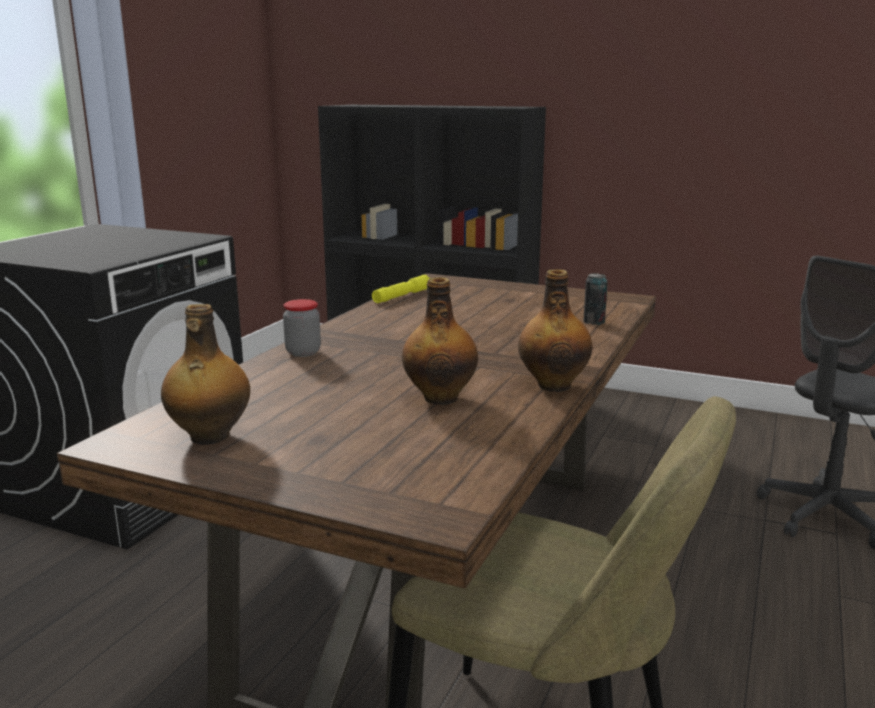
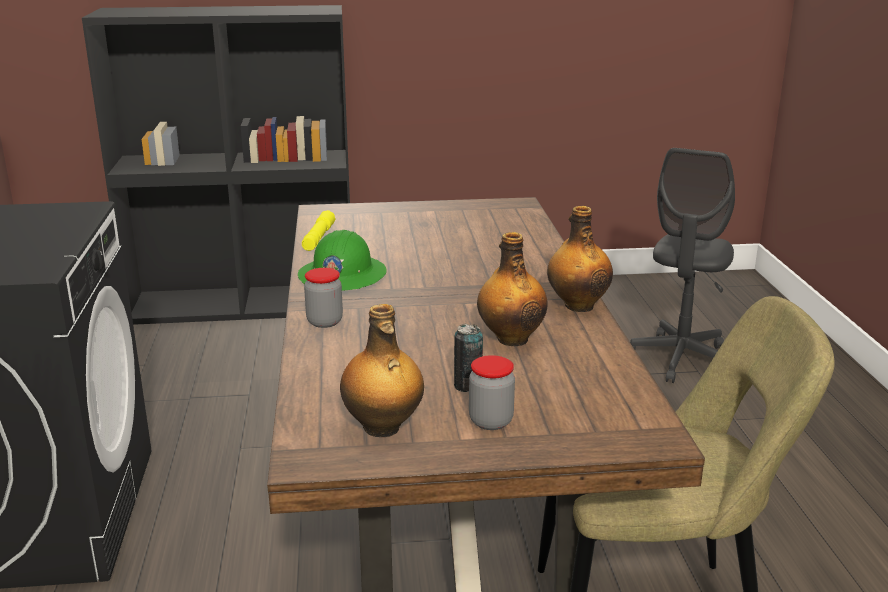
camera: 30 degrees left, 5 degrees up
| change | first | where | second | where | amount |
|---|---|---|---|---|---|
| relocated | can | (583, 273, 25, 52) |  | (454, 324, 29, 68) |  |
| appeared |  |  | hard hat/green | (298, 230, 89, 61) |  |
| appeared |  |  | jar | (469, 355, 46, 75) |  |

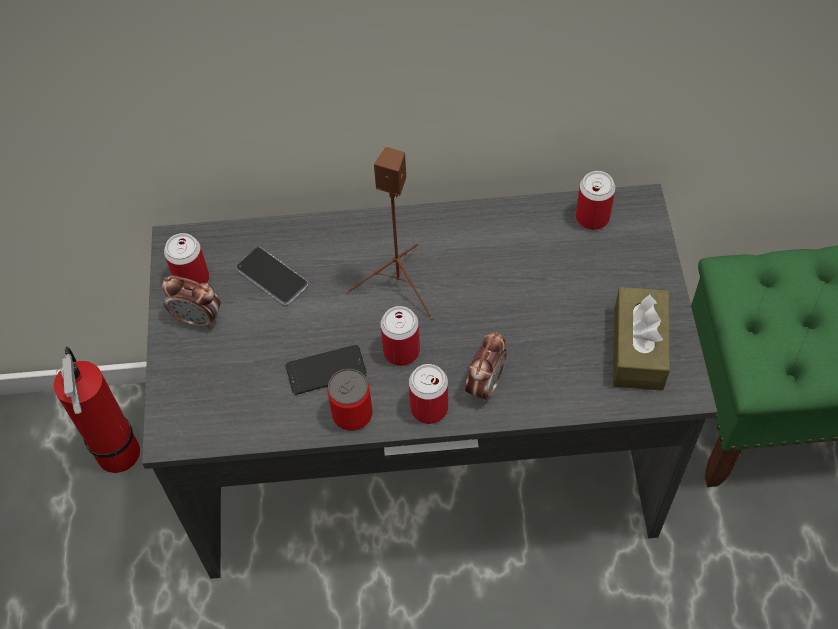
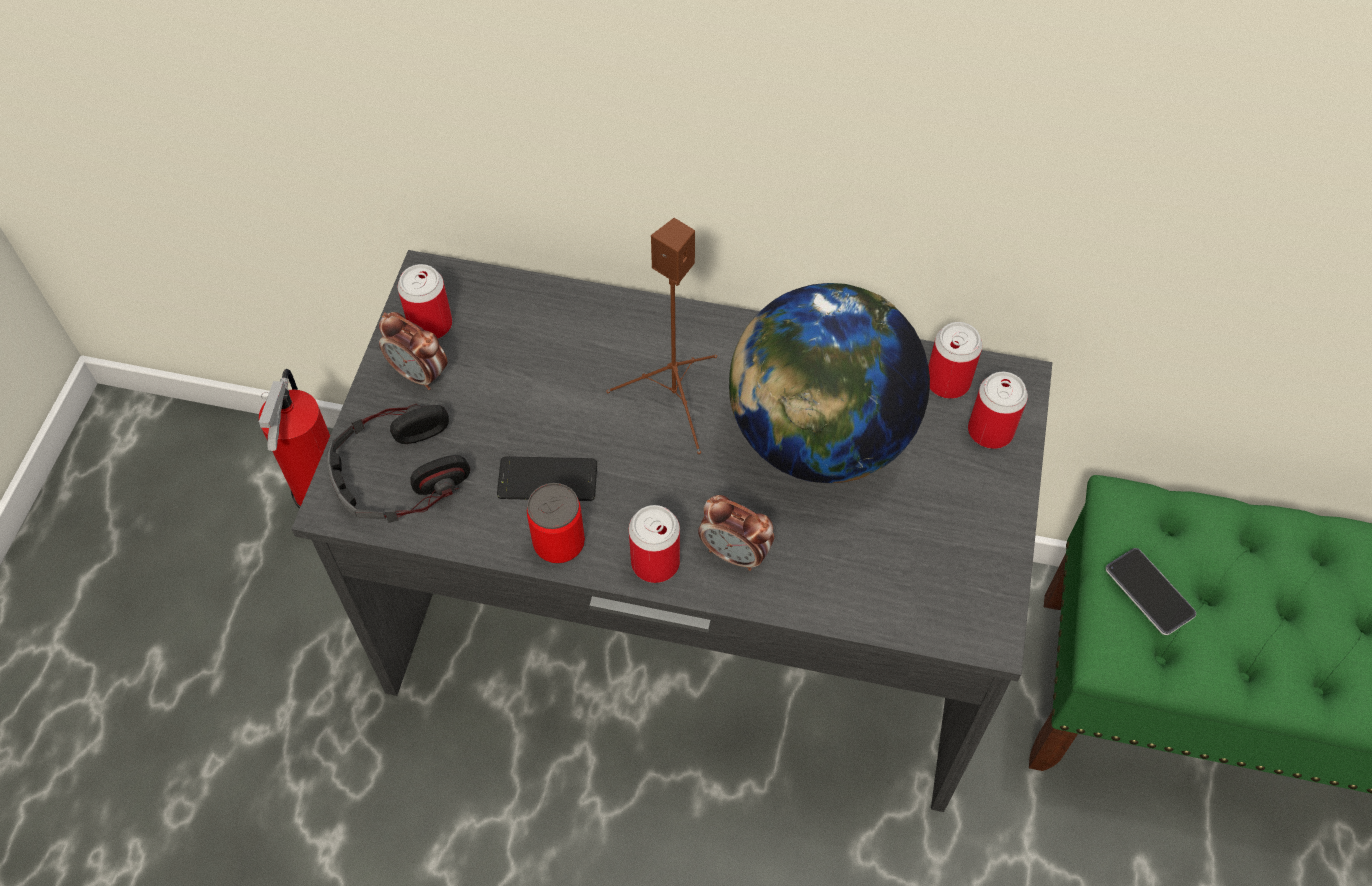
camera: 15 degrees right, 0 degrees up
| change | first | where | second | where | amount |
|---|---|---|---|---|---|
| relocated | phone | (236, 247, 72, 58) |  | (1106, 548, 90, 87) |  |
| missing | tissue box/brown | (613, 287, 57, 104) |  |  |  |
| relocated | can | (380, 306, 40, 60) |  | (968, 372, 60, 77) |  |
| spun | alarm clock | (465, 332, 42, 70) |  | (698, 495, 76, 76) | 75 degrees clockwise |
| appeared |  |  | globe | (729, 283, 201, 200) |  |
| appeared |  |  | headphones | (327, 403, 143, 120) |  |

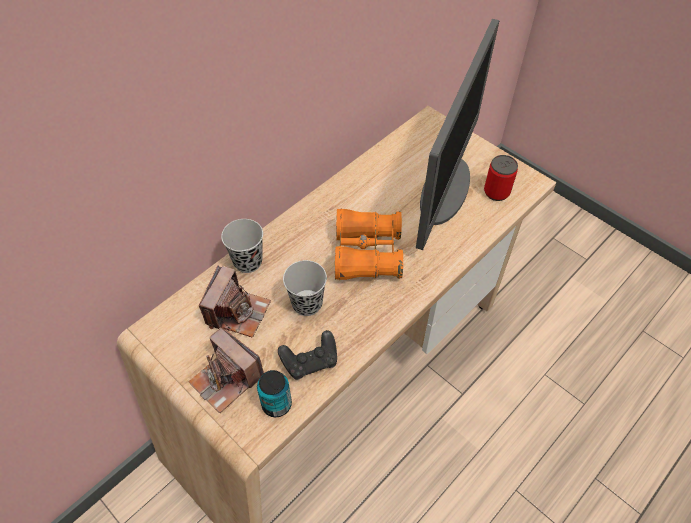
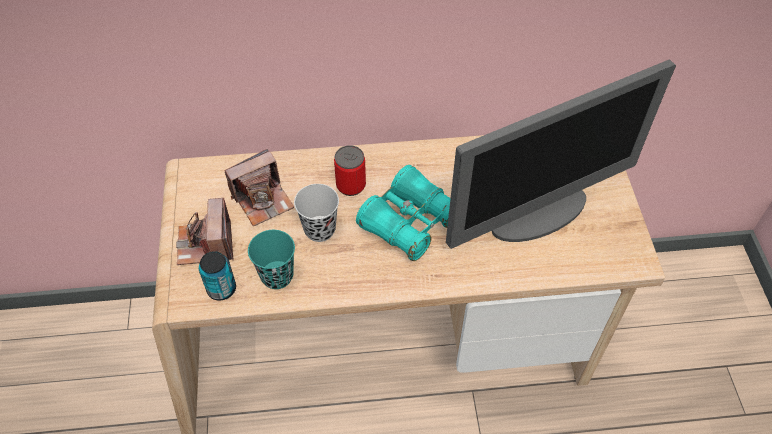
camera: 40 degrees right, 0 degrees up
| change | first | where | second | where | amount |
|---|---|---|---|---|---|
| relocated | can | (484, 155, 34, 46) |  | (334, 145, 32, 51) |  |
| colour | binoculars/orange | (335, 208, 68, 72) | binoculars/turquoise | (356, 165, 94, 96) |  |
| missing | cup/black | (221, 219, 42, 54) |  |  |  |
| exchanged | game controller/black | (278, 330, 59, 50) | cup/turquoise | (248, 230, 47, 59) |  |

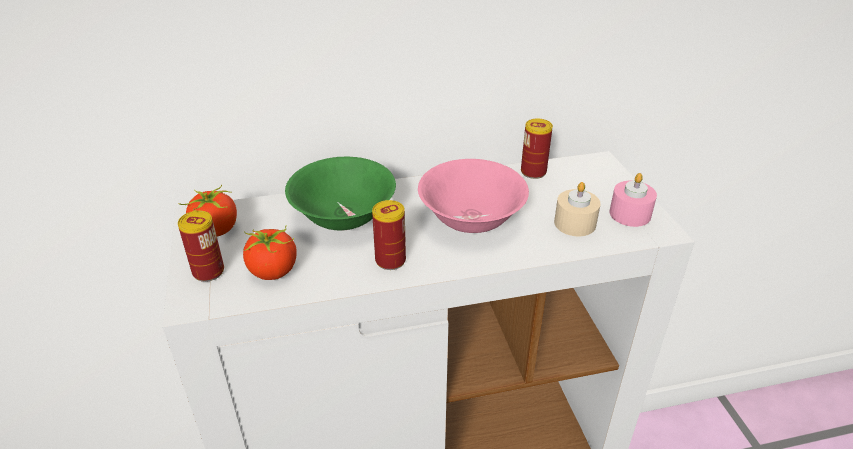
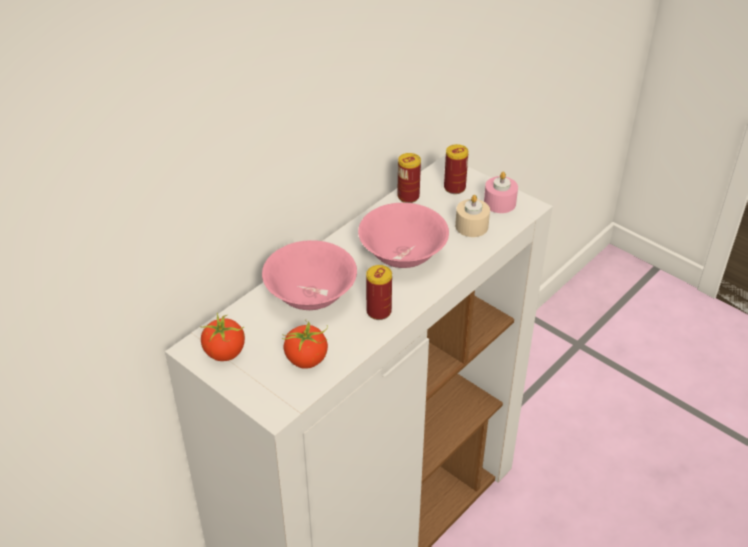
camera: 35 degrees left, 5 degrees up
| change | first | where | second | where | amount |
|---|---|---|---|---|---|
| colour | bowl/green | (285, 157, 111, 73) | bowl/pink | (262, 240, 95, 70) |  |
| relocated | can | (178, 211, 46, 71) |  | (444, 144, 25, 50) |  |

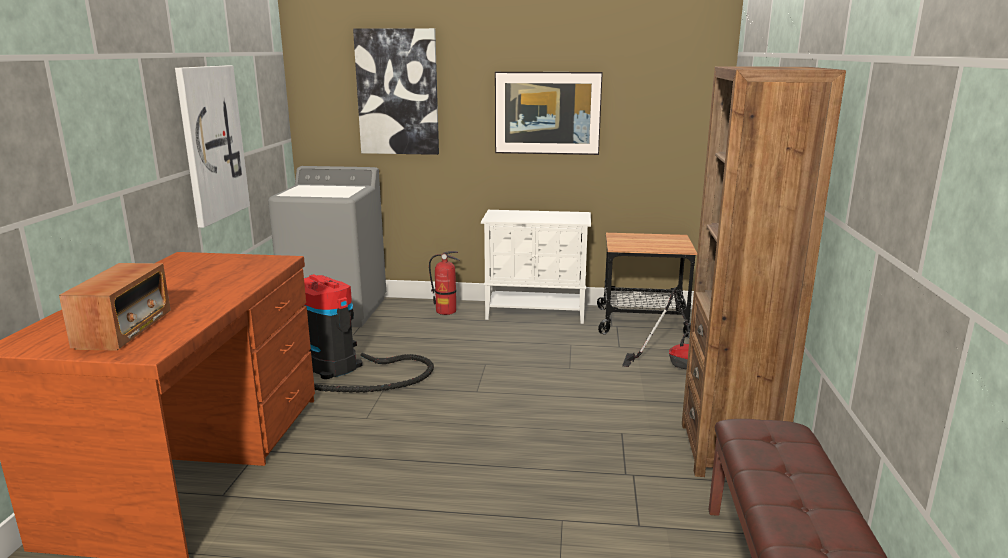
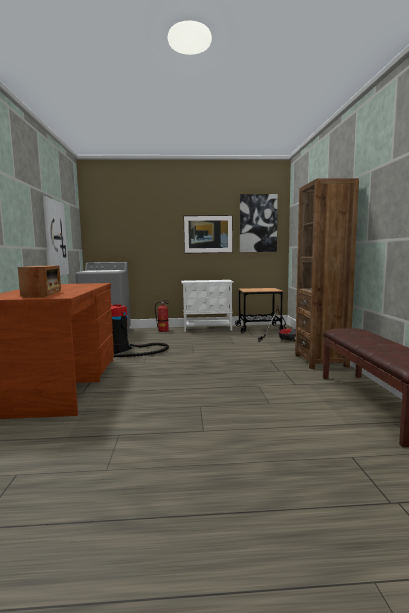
camera: 10 degrees left, 10 degrees down
| change | first | where | second | where | amount |
|---|---|---|---|---|---|
| relocated | picture | (353, 28, 86, 127) |  | (240, 194, 38, 58) |  |

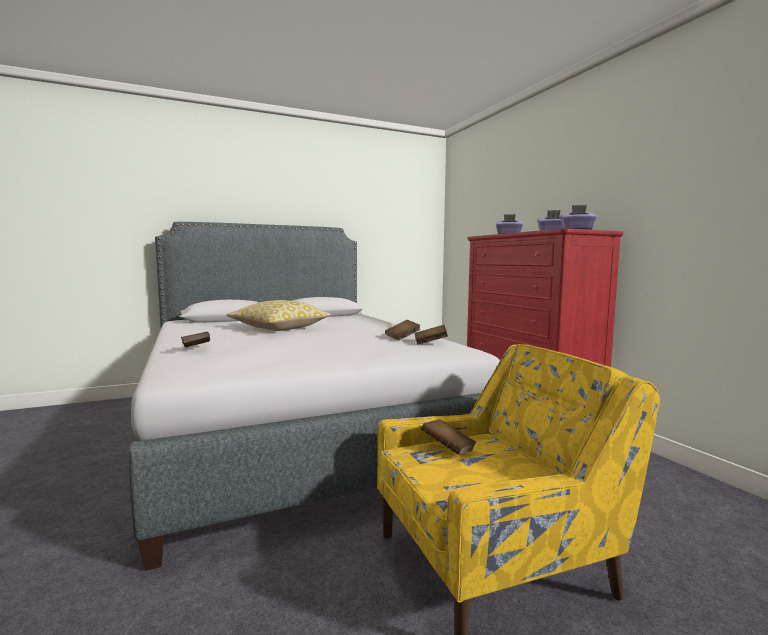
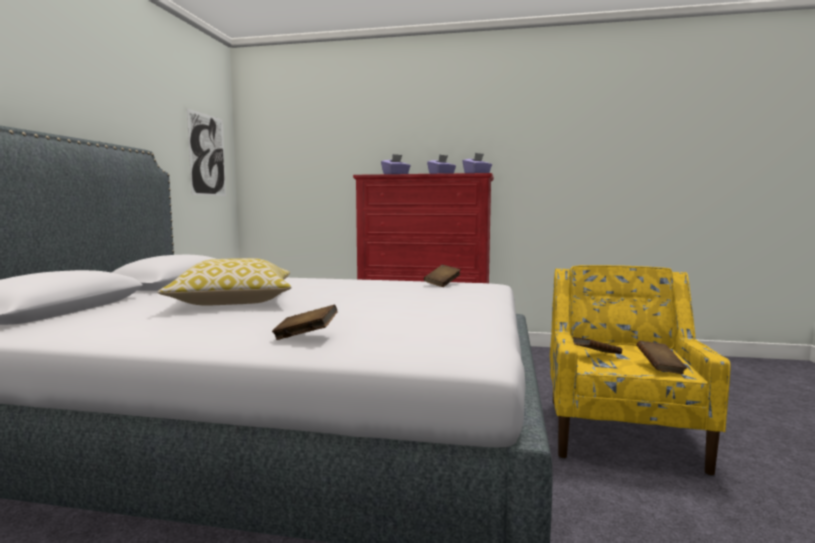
camera: 55 degrees left, 0 degrees up
| change | first | where | second | where | amount |
|---|---|---|---|---|---|
| relocated | book/brown | (385, 320, 35, 20) |  | (636, 341, 51, 33) |  |
| appeared |  |  | picture | (187, 109, 39, 87) |  |

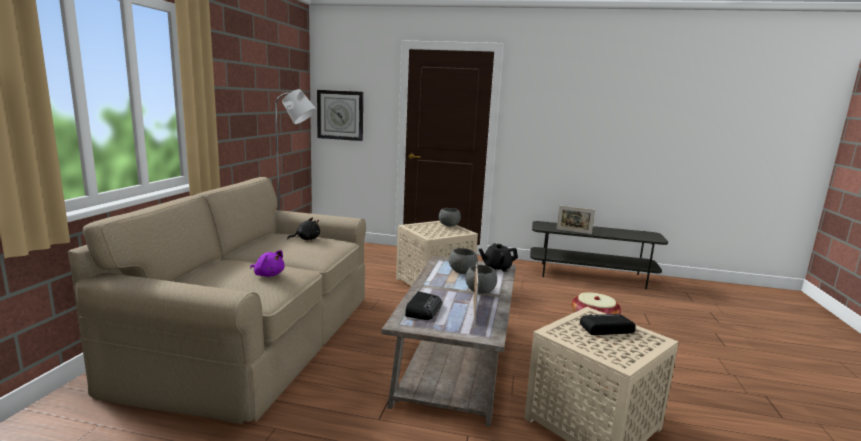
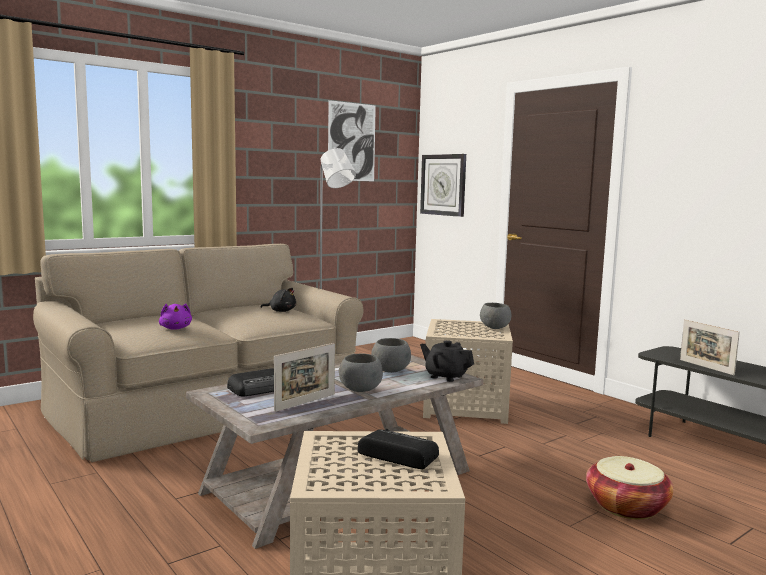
camera: 40 degrees right, 5 degrees down
| change | first | where | second | where | amount |
|---|---|---|---|---|---|
| appeared |  |  | picture | (328, 100, 48, 81) |  |

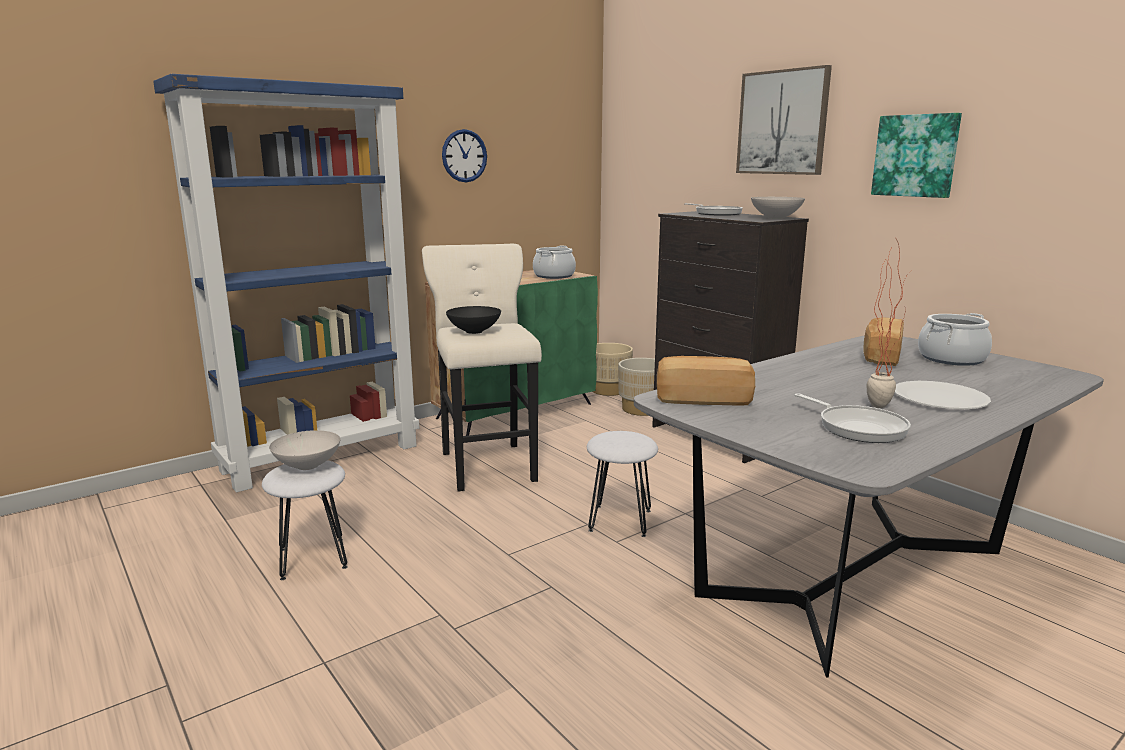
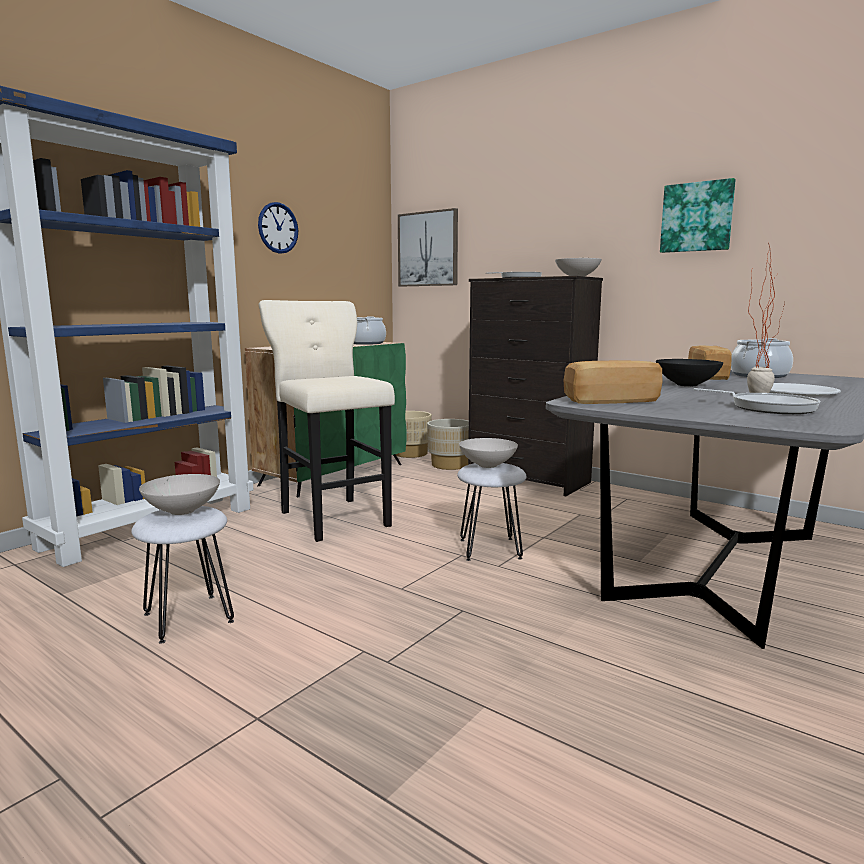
camera: 15 degrees left, 5 degrees down
| change | first | where | second | where | amount |
|---|---|---|---|---|---|
| relocated | picture | (736, 65, 96, 110) |  | (398, 208, 60, 79) |  |
| relocated | bowl/black | (446, 306, 55, 28) |  | (656, 359, 67, 27) |  |
| appeared |  |  | bowl/white | (459, 438, 59, 30) |  |

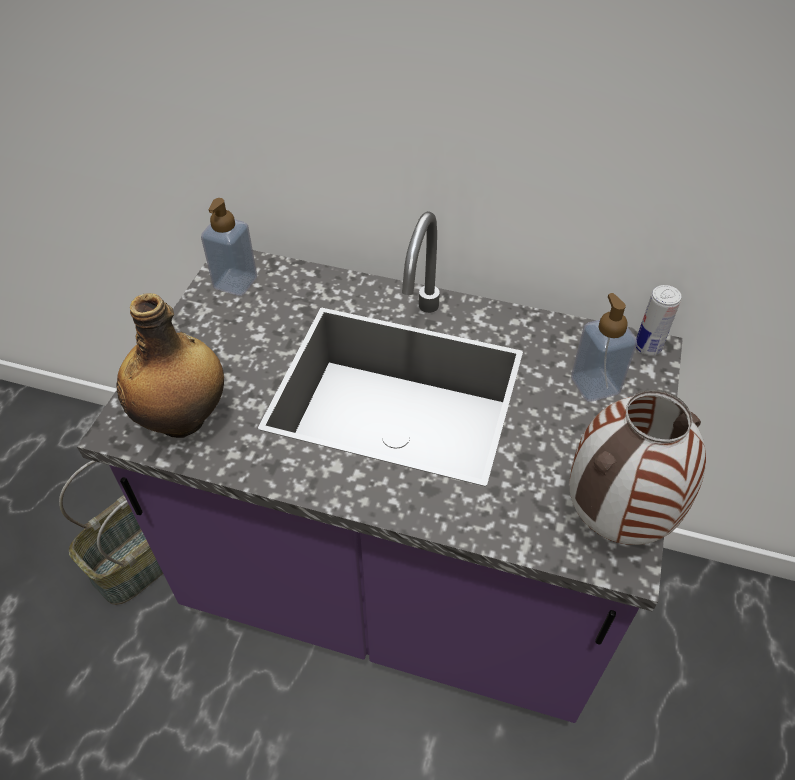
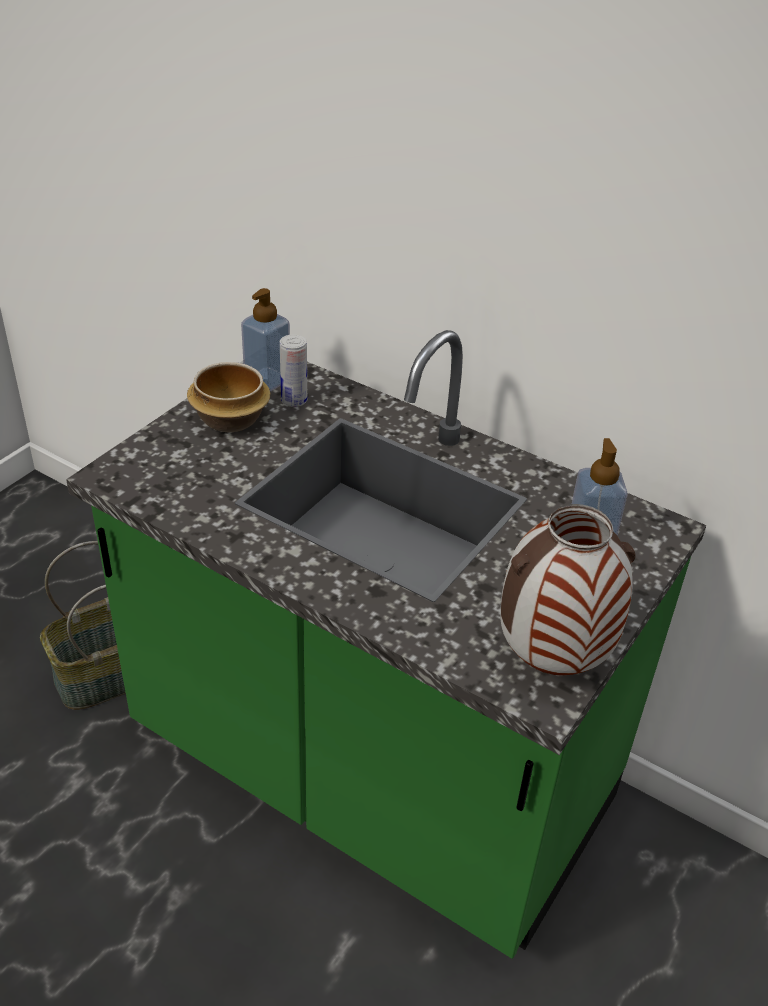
camera: 15 degrees right, 10 degrees down
| change | first | where | second | where | amount |
|---|---|---|---|---|---|
| colour | counter/purple | (77, 211, 606, 512) | counter/green | (66, 330, 640, 629) |  |
| relocated | can | (636, 285, 46, 71) |  | (280, 335, 27, 72) |  |
| missing | bottle | (116, 293, 108, 145) |  |  |  |
| appeared |  |  | bowl | (187, 362, 83, 70) |  |

